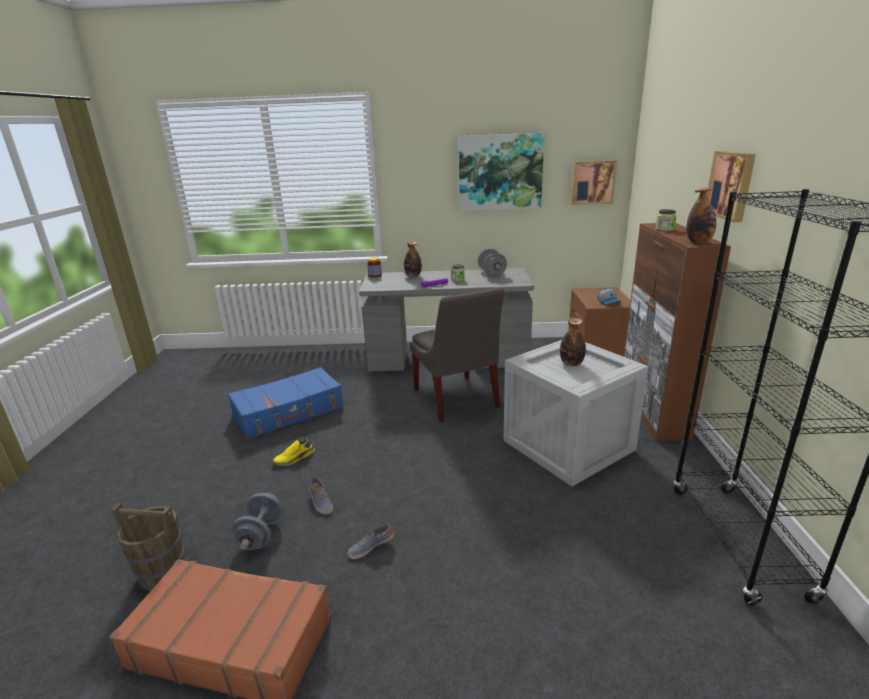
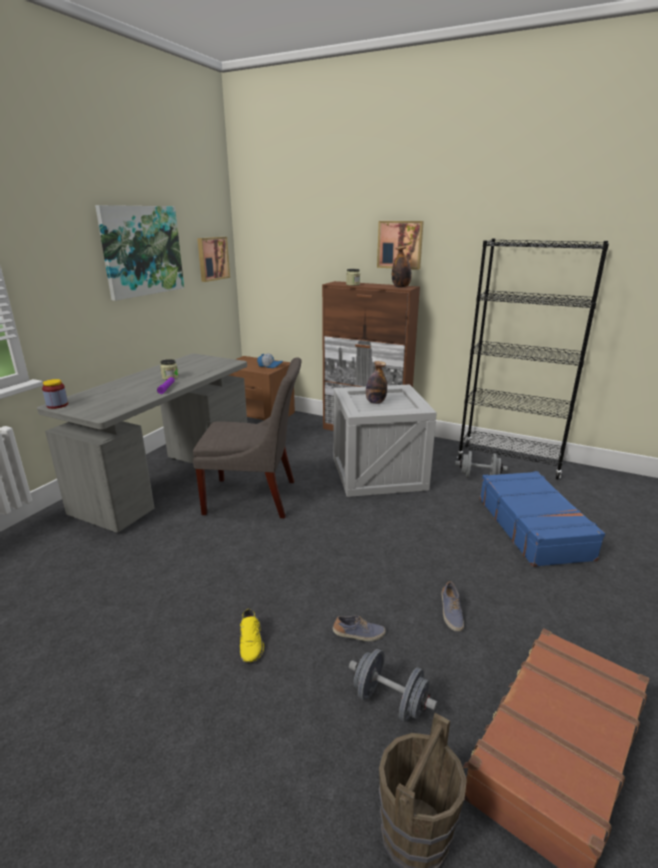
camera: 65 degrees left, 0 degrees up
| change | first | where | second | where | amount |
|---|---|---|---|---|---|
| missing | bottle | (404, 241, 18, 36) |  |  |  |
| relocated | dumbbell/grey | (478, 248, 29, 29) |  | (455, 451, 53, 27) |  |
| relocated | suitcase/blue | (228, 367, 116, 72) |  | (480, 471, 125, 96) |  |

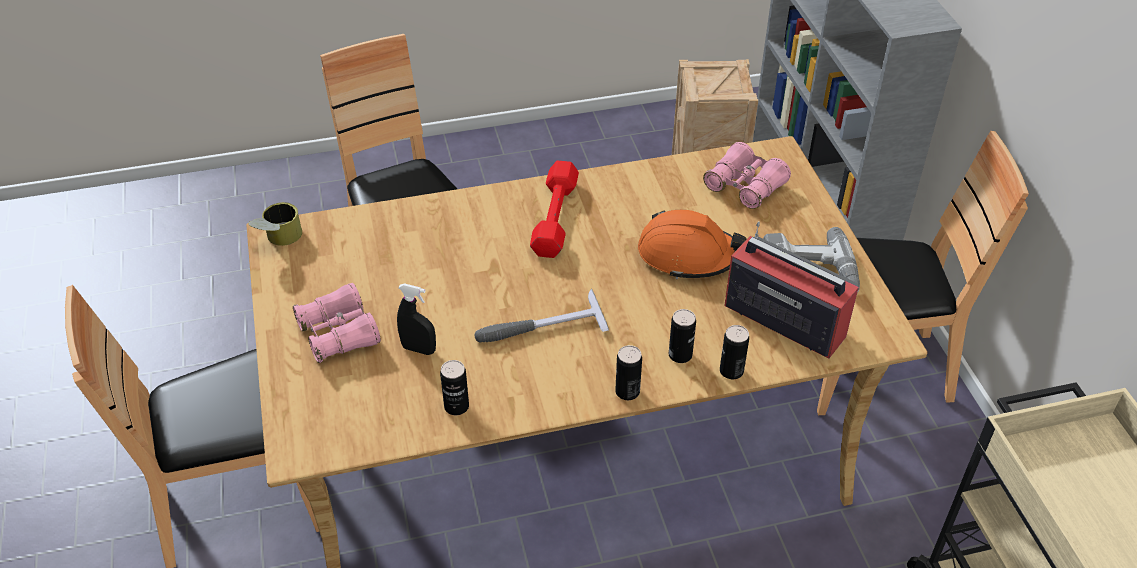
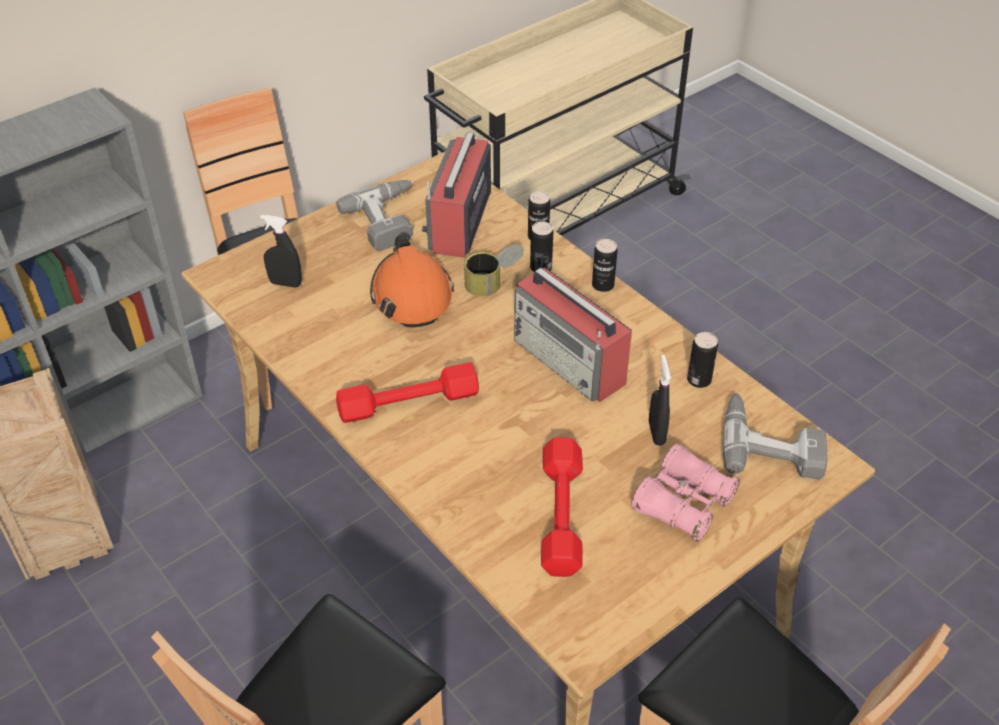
camera: 115 degrees left, 0 degrees up
| change | first | where | second | where | amount |
|---|---|---|---|---|---|
| exchanged | binoculars/pink | (703, 142, 88, 67) | spray bottle/black | (260, 215, 42, 73) |  |
| relocated | can | (248, 202, 54, 44) |  | (464, 244, 60, 53) |  |
| exchanged | hammer | (475, 289, 134, 53) | radio | (514, 268, 118, 134) |  |
| appeared |  |  | power drill | (723, 393, 105, 86) |  |
| appeared |  |  | dumbbell/red | (541, 437, 42, 140) |  |

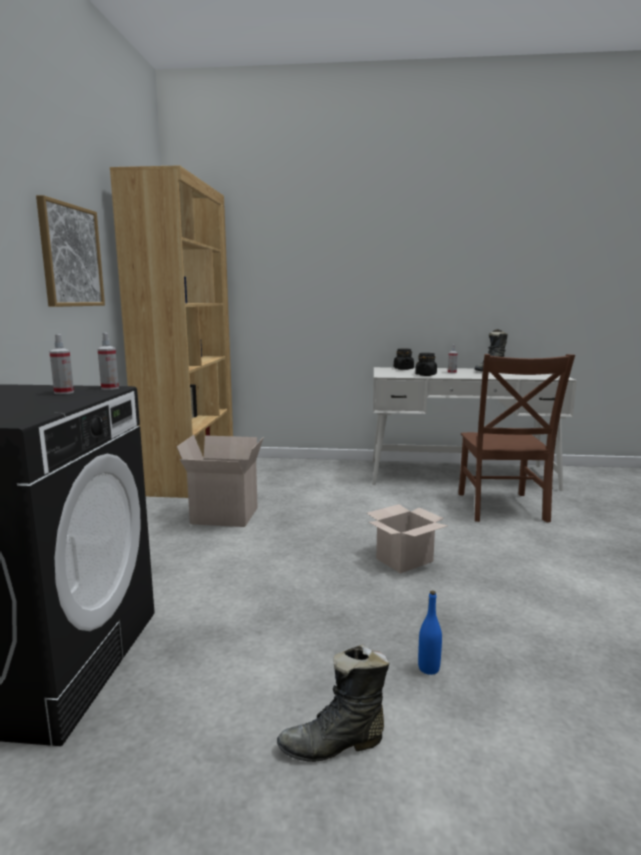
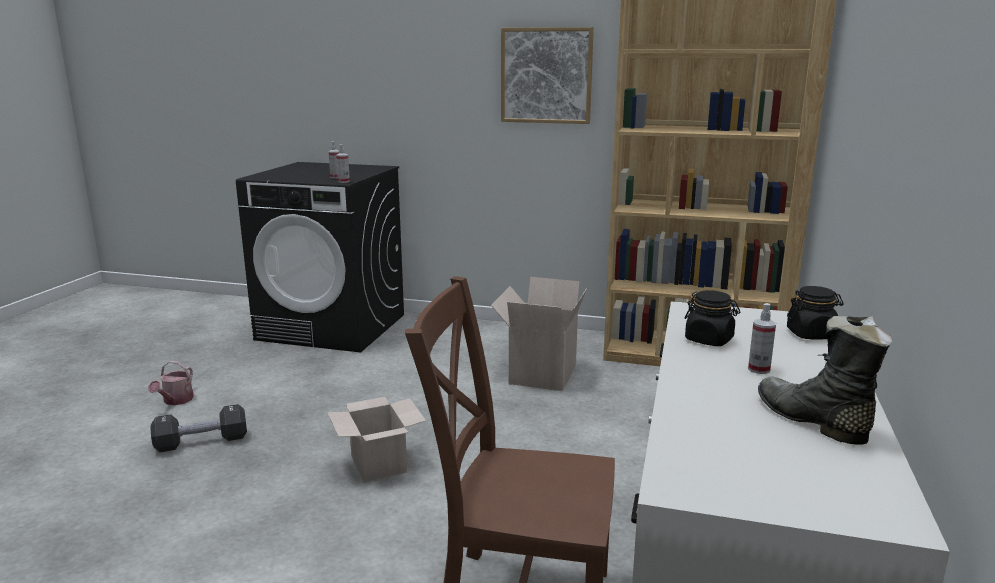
camera: 100 degrees right, 5 degrees up
| change | first | where | second | where | amount |
|---|---|---|---|---|---|
| exchanged | bottle/blue | (418, 591, 24, 84) | dumbbell/black | (151, 404, 96, 48) |  |
| exchanged | boot/black | (277, 644, 113, 118) | watering can | (148, 361, 46, 44) |  |

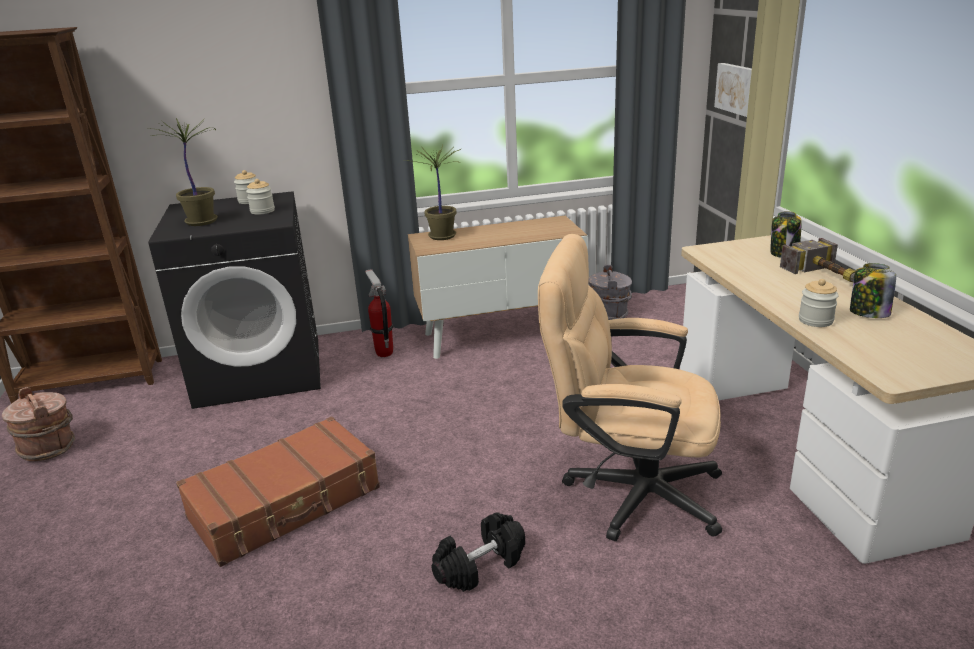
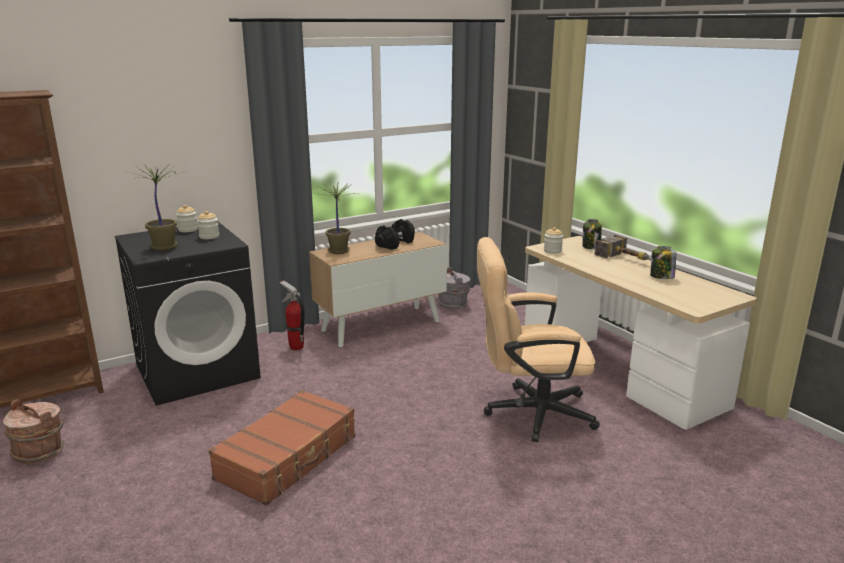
camera: 20 degrees left, 5 degrees down
| change | first | where | second | where | amount |
|---|---|---|---|---|---|
| missing | picture | (714, 63, 38, 54) |  |  |  |
| relocated | jar | (799, 279, 40, 48) |  | (544, 227, 19, 27) |  |
| relocated | dumbbell/black | (432, 512, 93, 80) |  | (375, 219, 40, 31) |  |

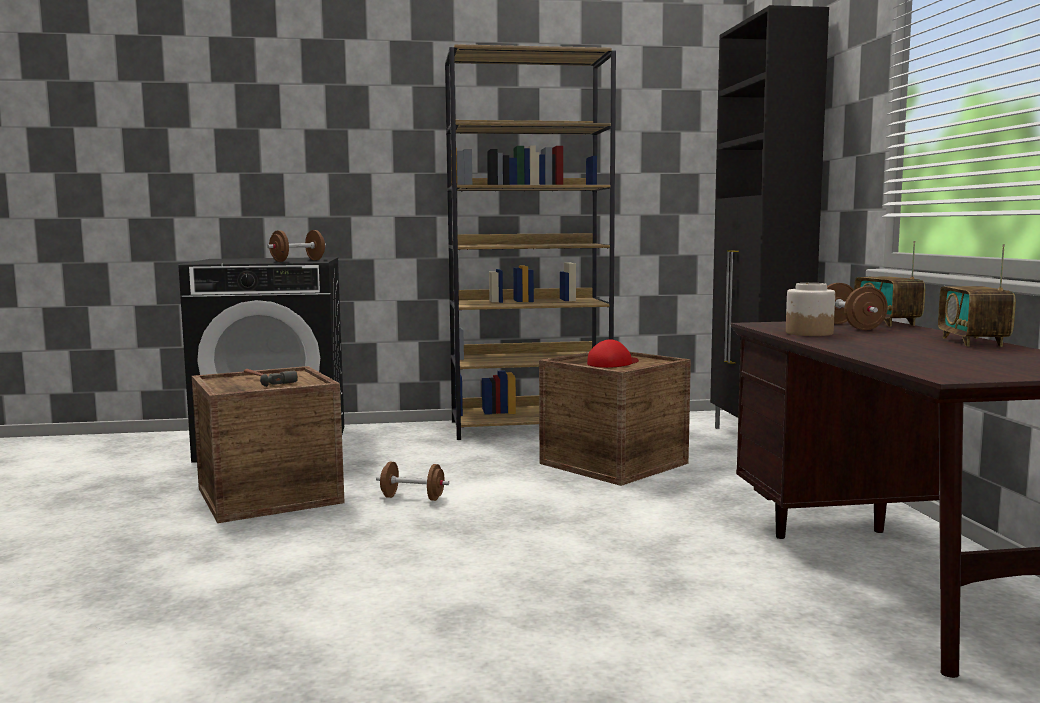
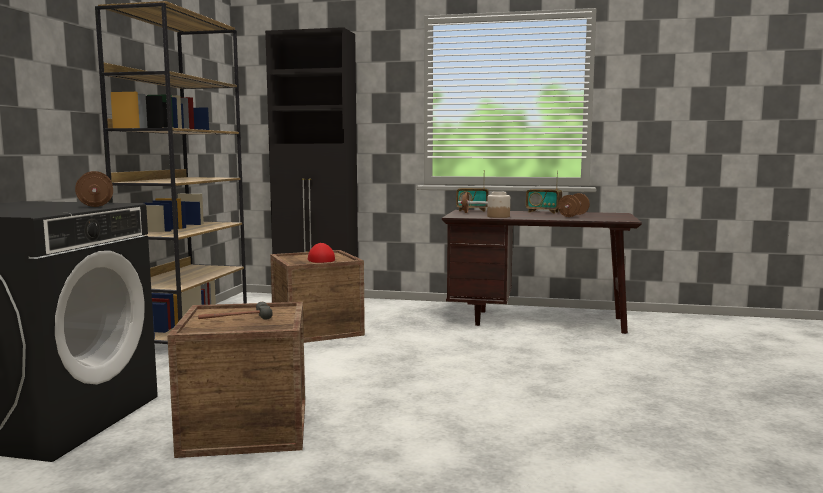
camera: 70 degrees left, 0 degrees up
| change | first | where | second | where | amount |
|---|---|---|---|---|---|
| relocated | dumbbell/brown | (376, 461, 73, 40) |  | (558, 193, 32, 24) |  |

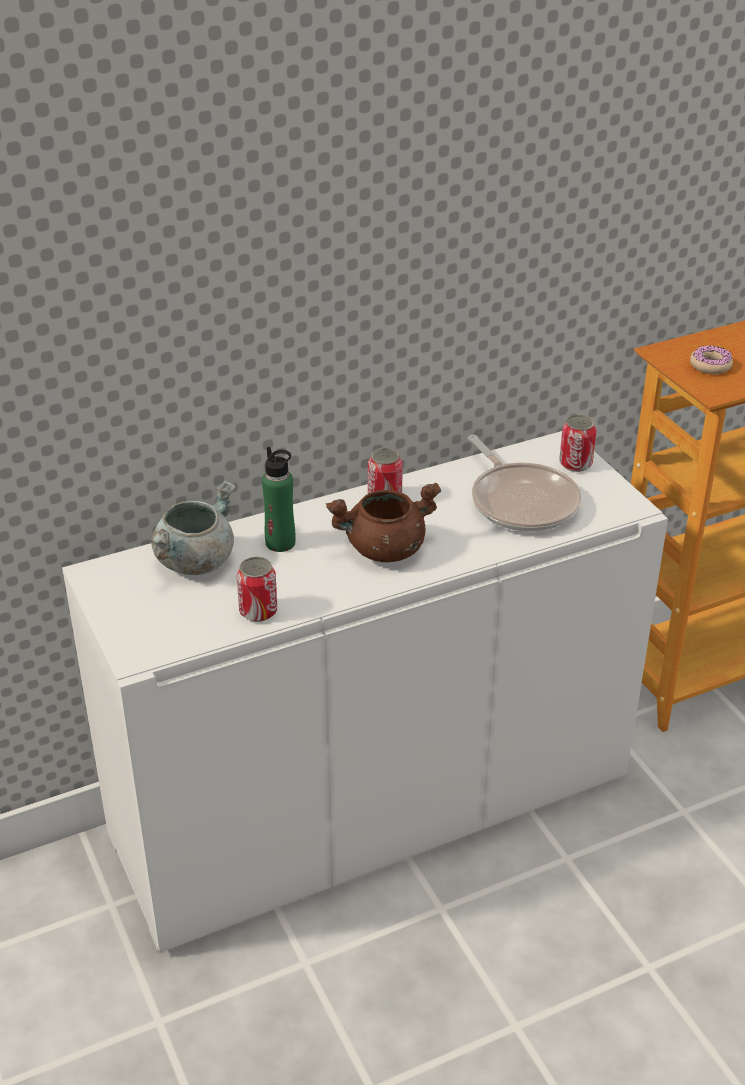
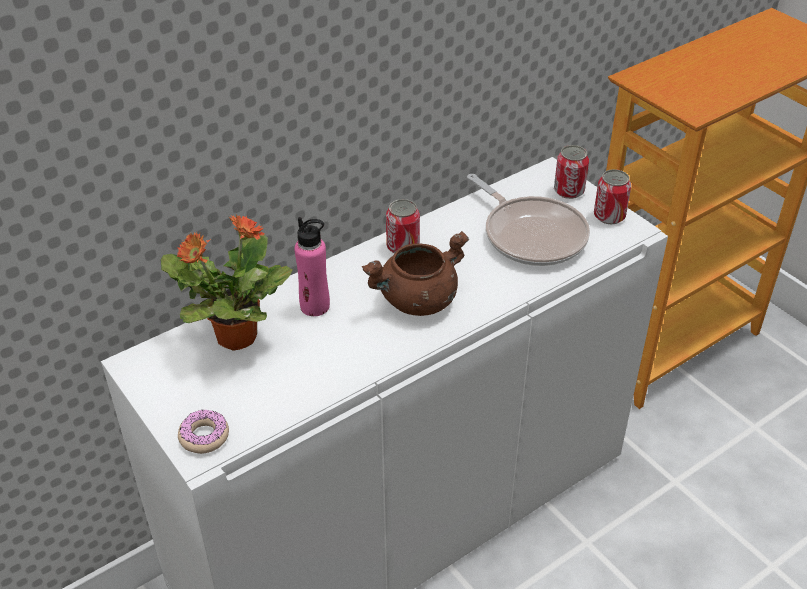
camera: 10 degrees left, 5 degrees up
| change | first | where | second | where | amount |
|---|---|---|---|---|---|
| relocated | donut | (690, 345, 43, 29) |  | (178, 409, 51, 45) |  |
| colour | bottle/green | (262, 447, 34, 105) | bottle/pink | (294, 217, 36, 99) |  |
| exchanged | cooking pot/grey | (150, 480, 85, 95) | potted plant | (161, 214, 132, 137) |  |
| relocated | can | (237, 557, 40, 65) |  | (594, 169, 37, 55) |  |

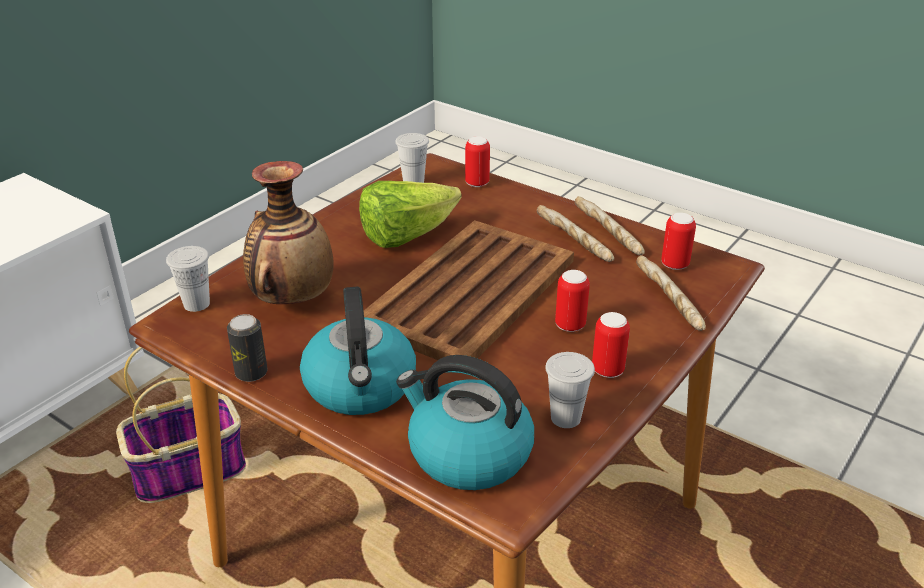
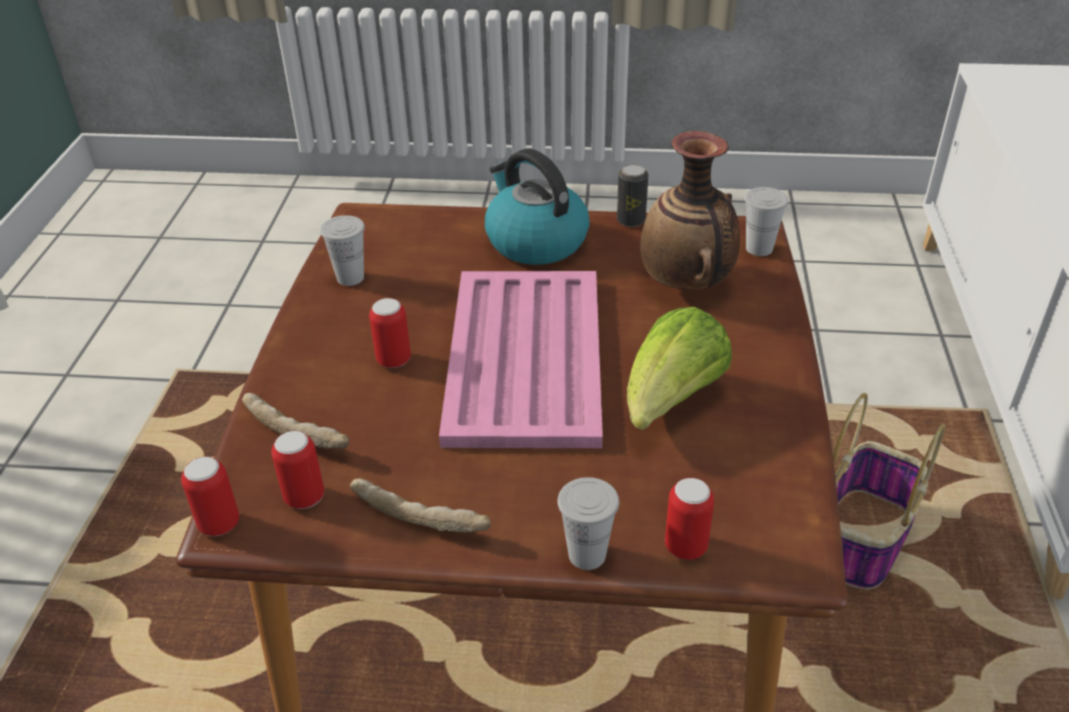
camera: 150 degrees right, 5 degrees up
| change | first | where | second | where | amount |
|---|---|---|---|---|---|
| relocated | cup/white | (395, 133, 34, 50) |  | (558, 477, 61, 93) |  |
| missing | bread | (537, 205, 77, 57) |  |  |  |
| colour | tray/brown | (364, 220, 210, 140) | tray/pink | (439, 271, 164, 177) |  |
| relocated | can | (592, 312, 38, 66) |  | (181, 457, 58, 79) |  |
| missing | kettle | (396, 355, 138, 135) |  |  |  |

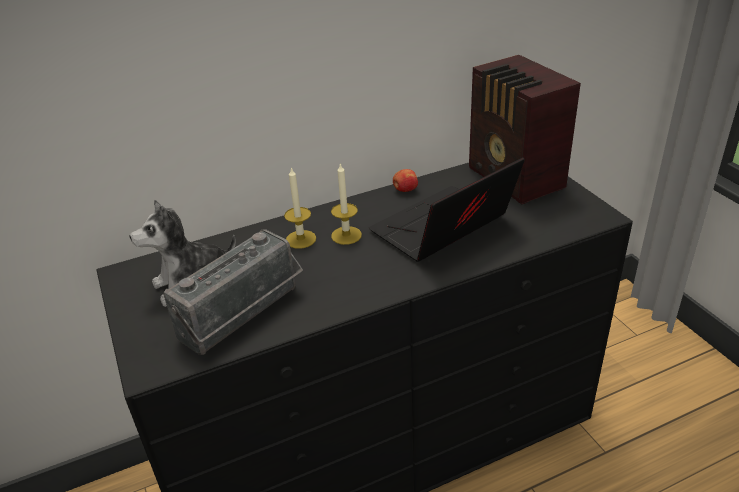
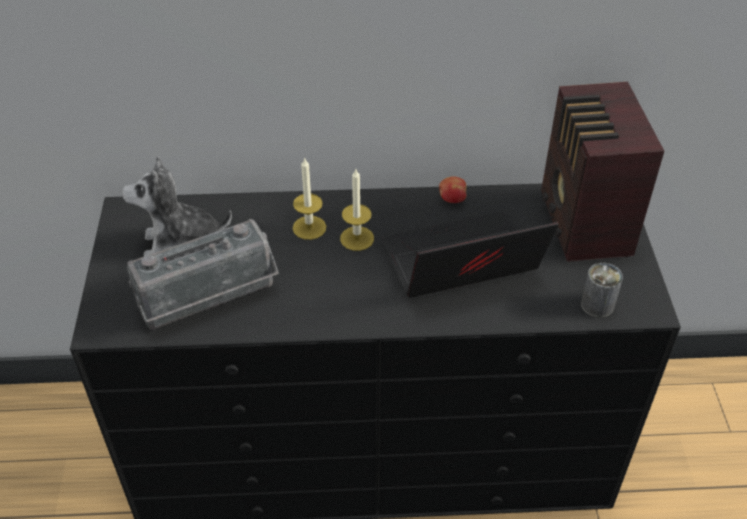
camera: 20 degrees right, 10 degrees up
| change | first | where | second | where | amount |
|---|---|---|---|---|---|
| appeared |  |  | can | (581, 263, 42, 55) |  |

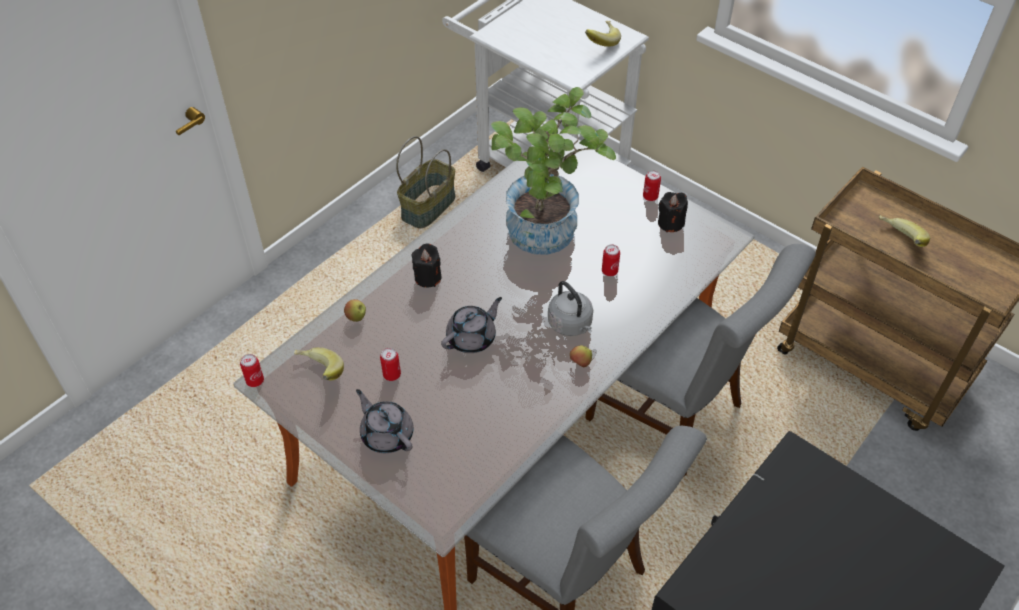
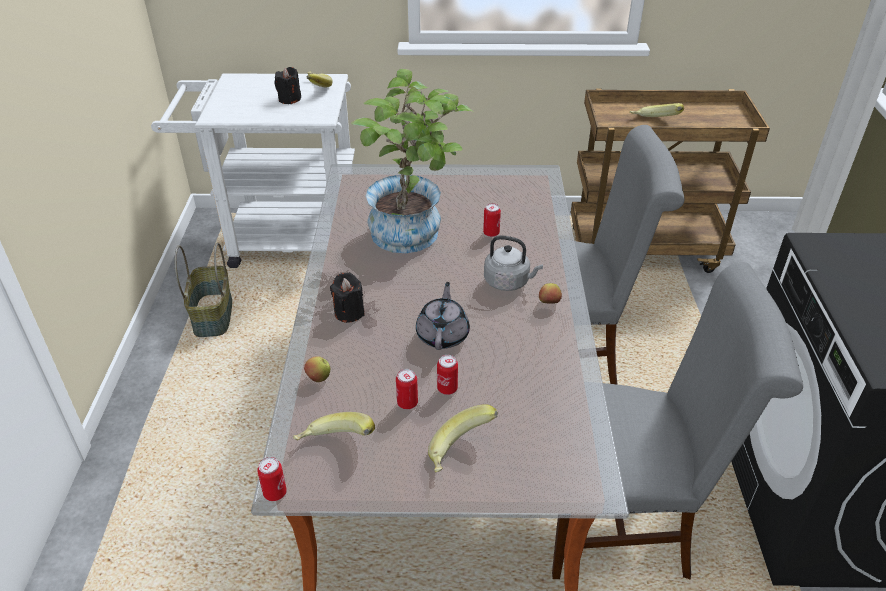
camera: 40 degrees left, 10 degrees down
| change | first | where | second | where | amount |
|---|---|---|---|---|---|
| relocated | can | (643, 170, 18, 31) |  | (437, 355, 21, 40) |  |
| relocated | candle/black | (658, 192, 30, 40) |  | (275, 67, 26, 37) |  |
| exchanged | teapot/grey | (356, 389, 58, 64) | banana | (428, 404, 70, 68) |  |

